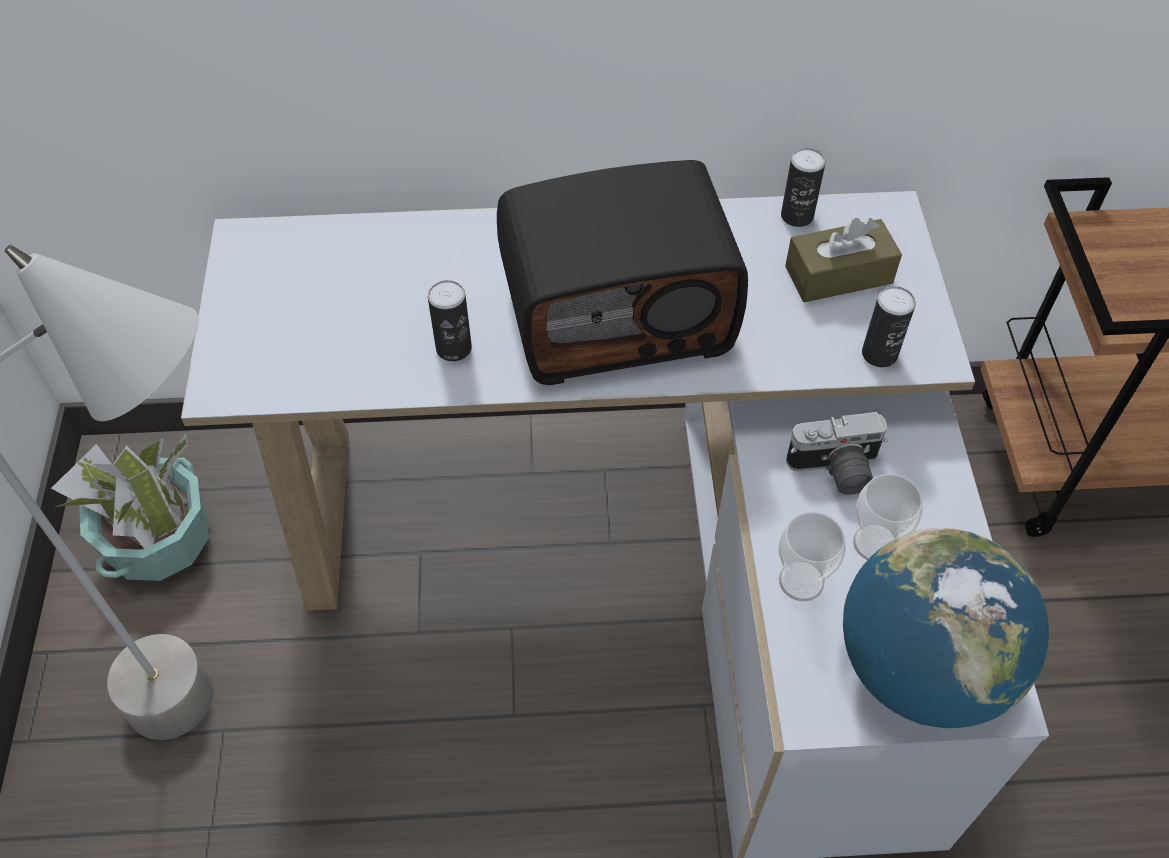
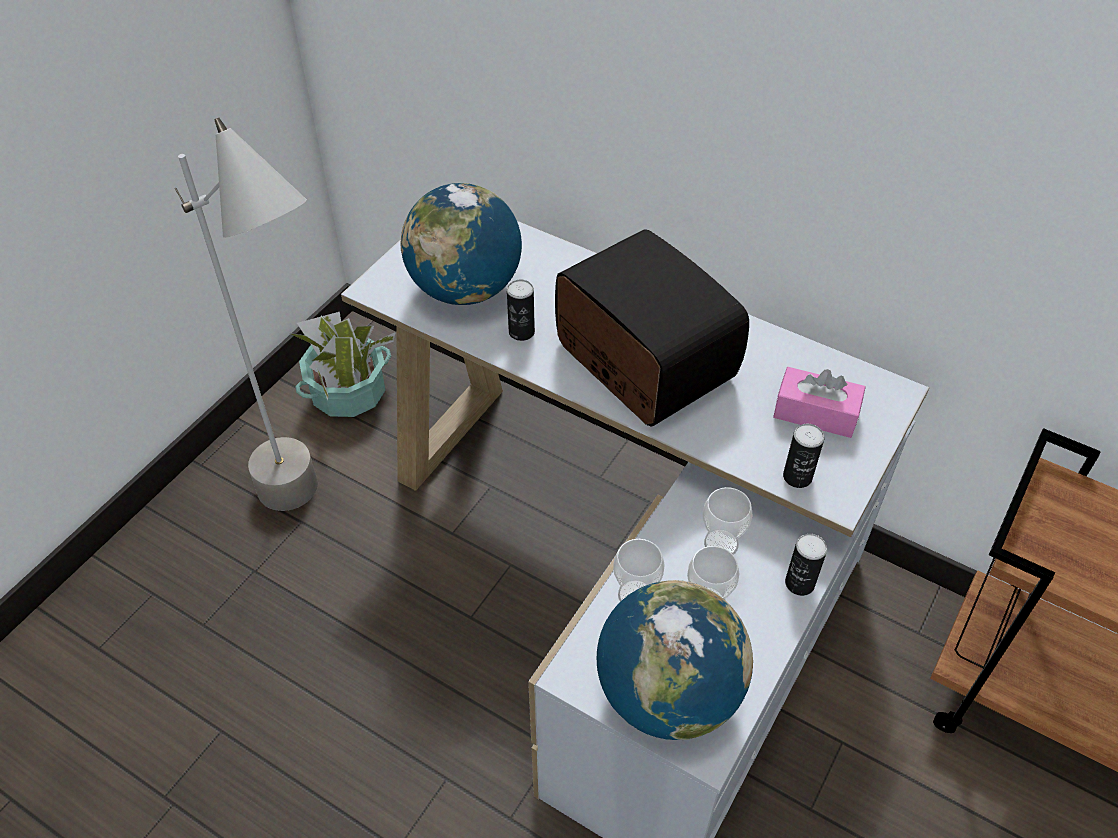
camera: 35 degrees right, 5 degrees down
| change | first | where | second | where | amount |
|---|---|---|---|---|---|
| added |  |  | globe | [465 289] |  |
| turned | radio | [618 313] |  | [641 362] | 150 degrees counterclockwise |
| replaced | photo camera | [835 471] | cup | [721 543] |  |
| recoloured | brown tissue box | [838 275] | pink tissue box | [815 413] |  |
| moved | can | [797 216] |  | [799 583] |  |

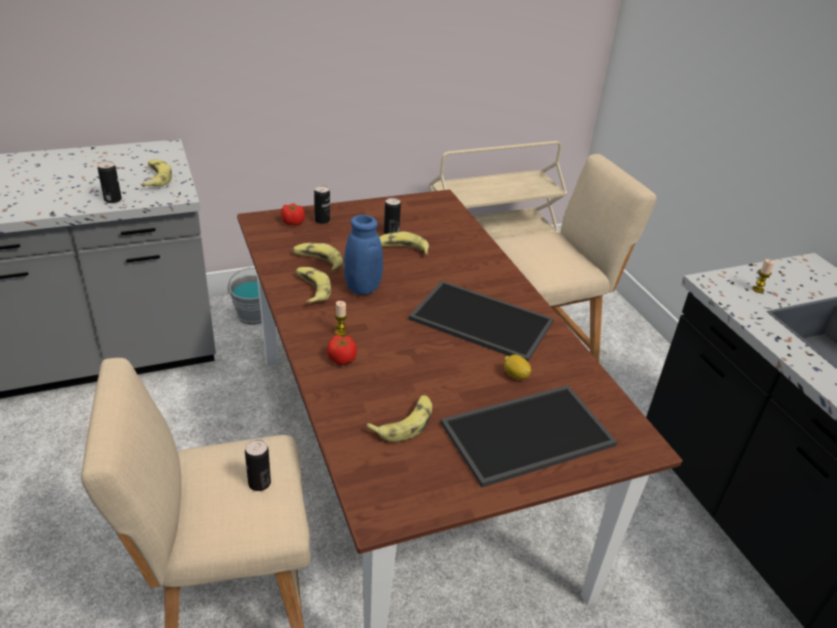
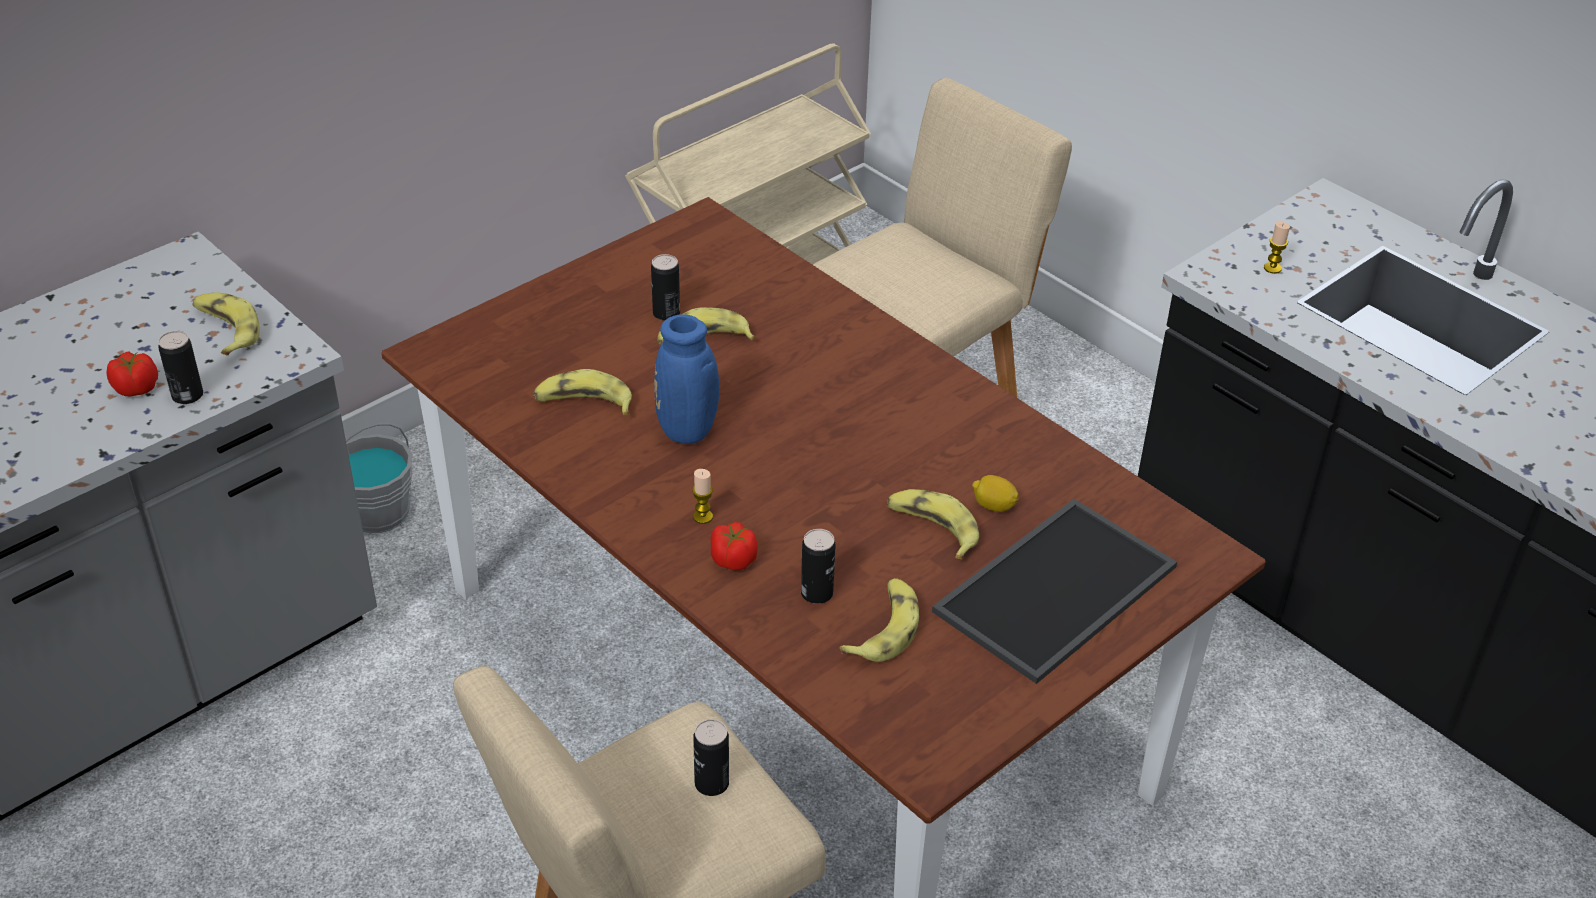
camera: 20 degrees left, 5 degrees up
| change | first | where | second | where | amount |
|---|---|---|---|---|---|
| moved | tomato | [293 222] |  | [136 388] |  |
| moved | can | [322 220] |  | [817 593] |  |
| moved | banana | [311 289] |  | [932 529] |  |
| removed | tray | [479 321] |  |  |  |

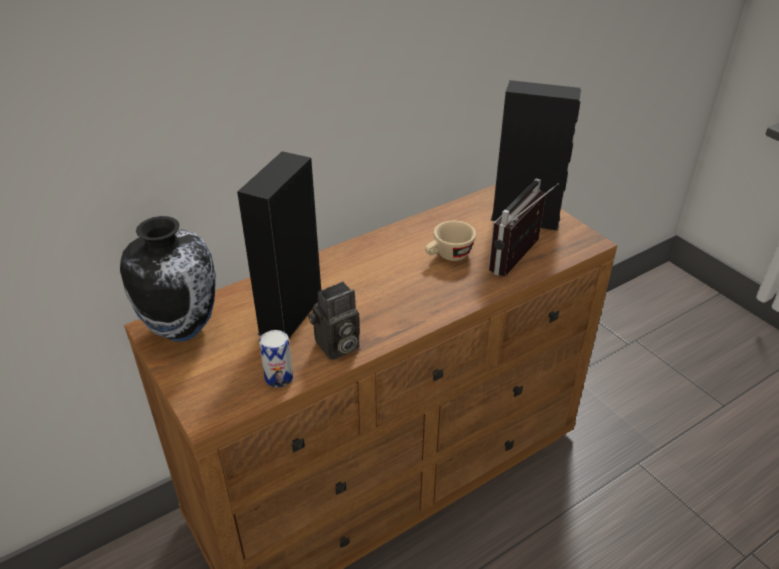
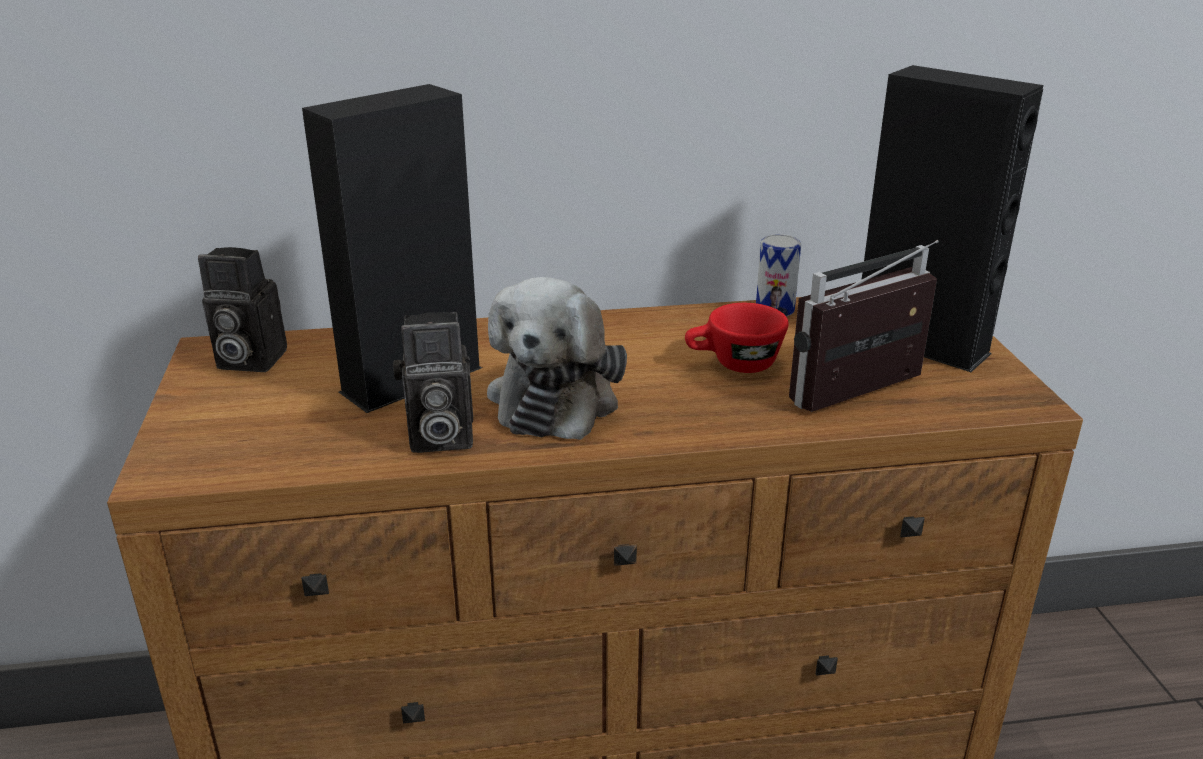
camera: 25 degrees right, 10 degrees down
| change | first | where | second | where | amount |
|---|---|---|---|---|---|
| replaced | vase | [183 329] | photo camera | [246 360] |  |
| added |  |  | plush toy | [557 397] |  |
| recoloured | beige cup | [448 256] | red cup | [733 364] |  |
| moved | can | [279 377] |  | [775 309] |  |

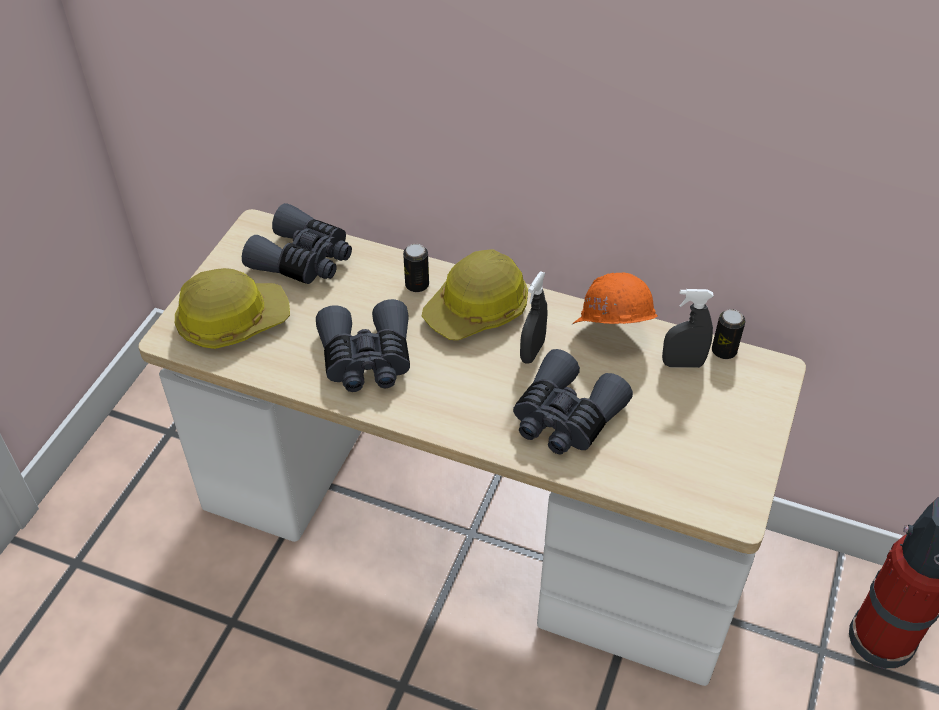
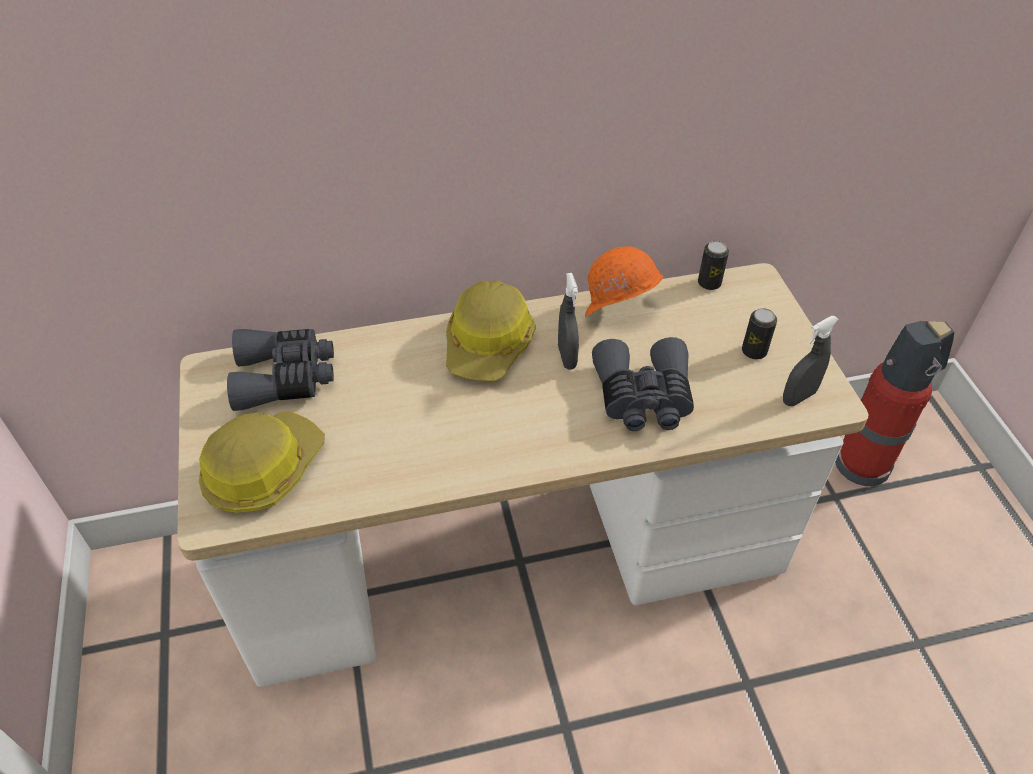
camera: 35 degrees left, 0 degrees up
| change | first | where | second | where | amount |
|---|---|---|---|---|---|
| moved | can | [417 285] |  | [754 351] |  |
| moved | grey spray bottle | [682 364] |  | [798 397] |  |
| removed | grey binoculars | [366 359] |  |  |  |

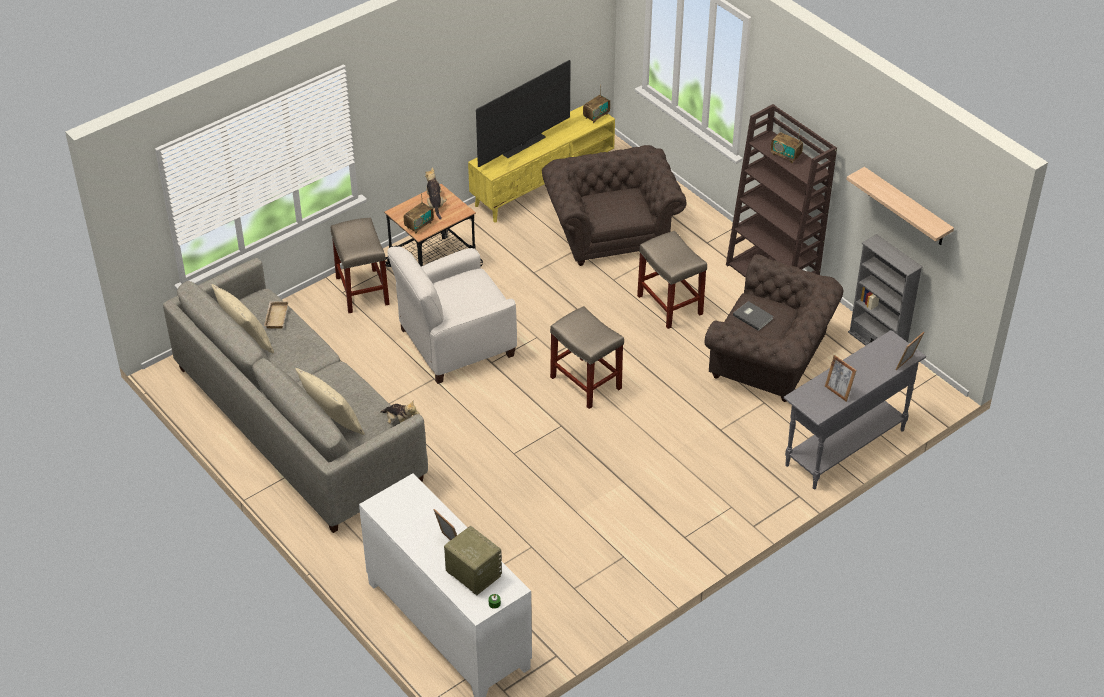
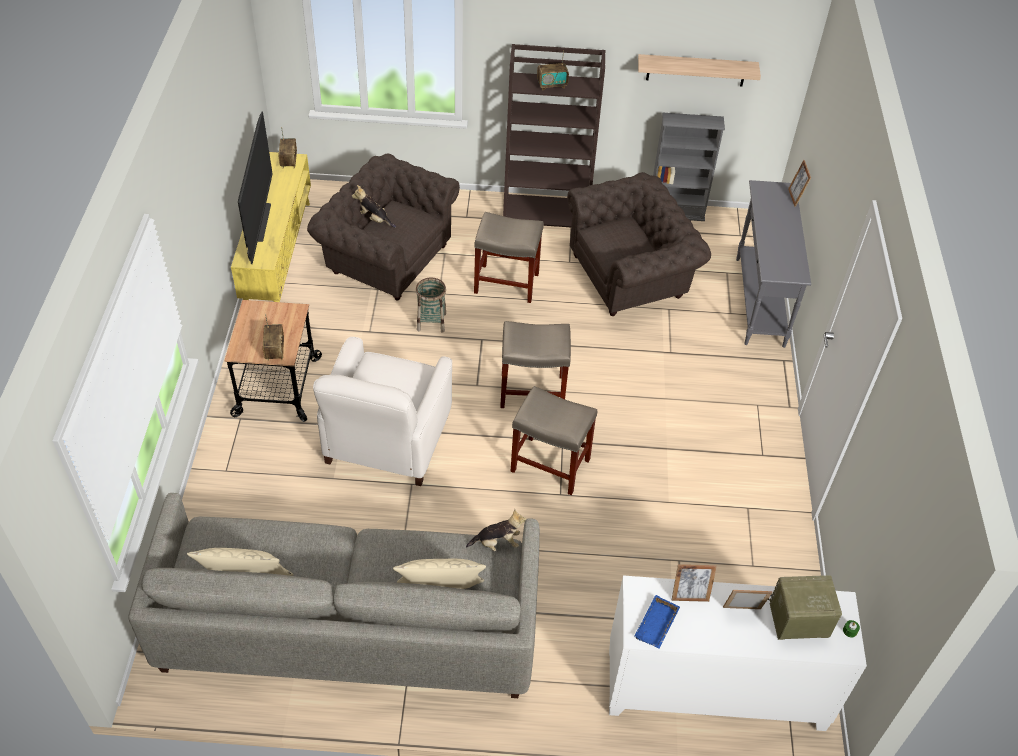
camera: 50 degrees left, 5 degrees up
| change | first | where | second | where | amount |
|---|---|---|---|---|---|
| moved | plush toy | [435 204] |  | [374 219] |  |
| added |  |  | basket | [431 321] |  |
| moved | beige stool | [362 290] |  | [549 465] |  |
| added |  |  | blue tray | [657 626] |  |
| moved | picture frame | [838 392] |  | [689 596] |  |
| removed | beige tray | [275 316] |  |  |  |
| removed | grey book | [753 316] |  |  |  |

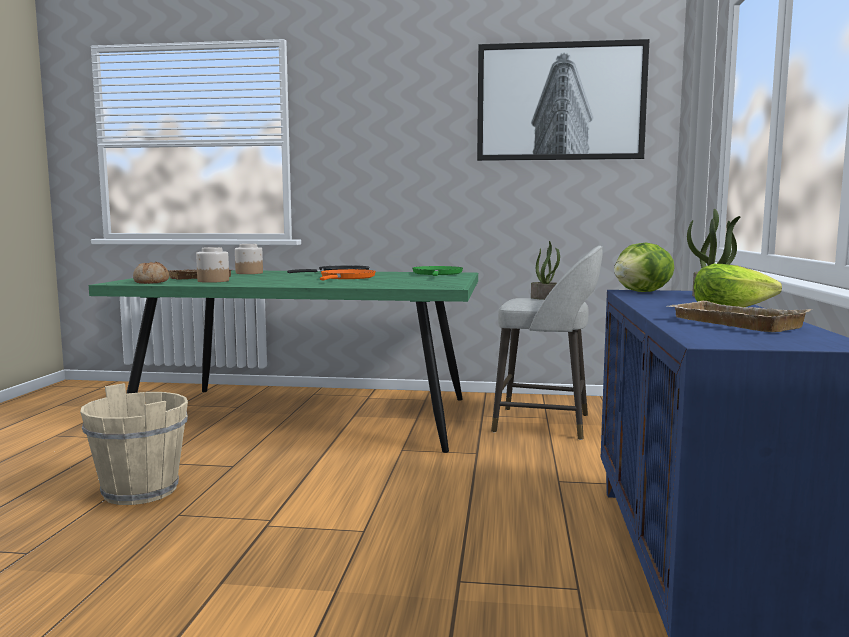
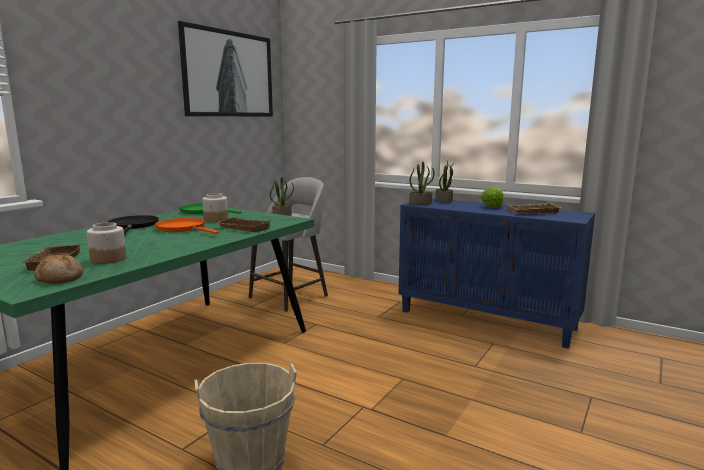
camera: 65 degrees left, 5 degrees up
| change | first | where | second | where | amount |
|---|---|---|---|---|---|
| moved | jar | [249 273] |  | [216 220] |  |
| added |  |  | brown tray | [242 228] |  |
| replaced | lettuce | [643 292] | potted plant | [420 203] |  |

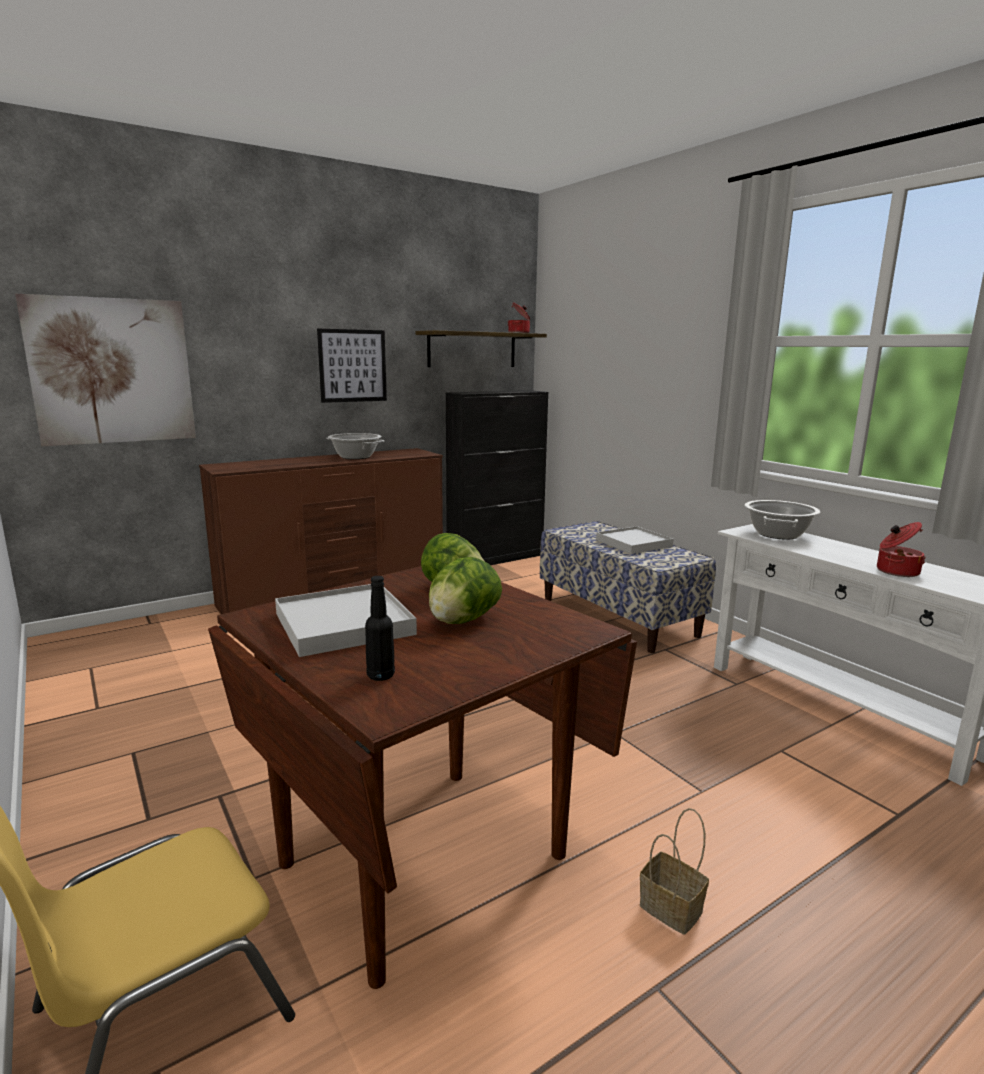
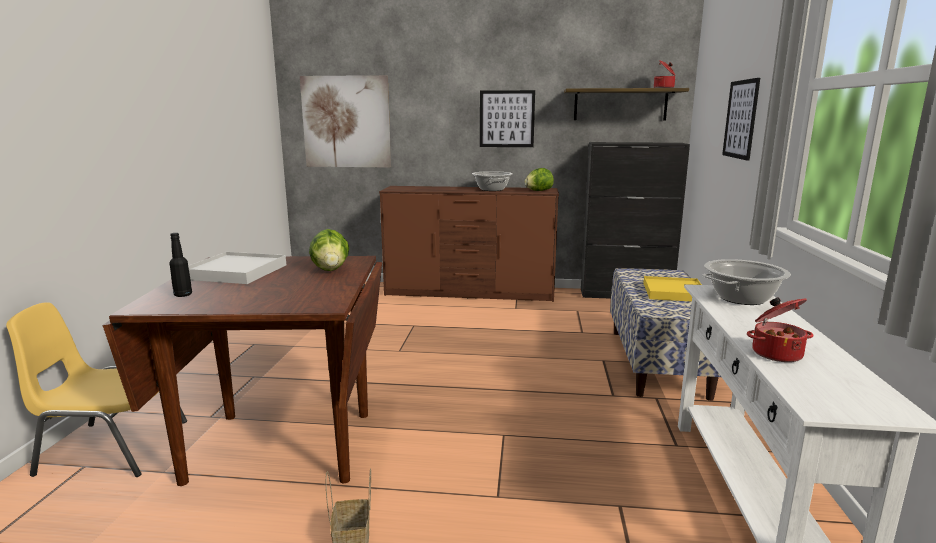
camera: 40 degrees right, 0 degrees up
| change | first | where | second | where | amount |
|---|---|---|---|---|---|
| moved | lettuce | [462 621] |  | [538 191] |  |
| recoloured | white tray | [634 543] | yellow tray | [674 292] |  |
| added |  |  | picture | [740 119] |  |

